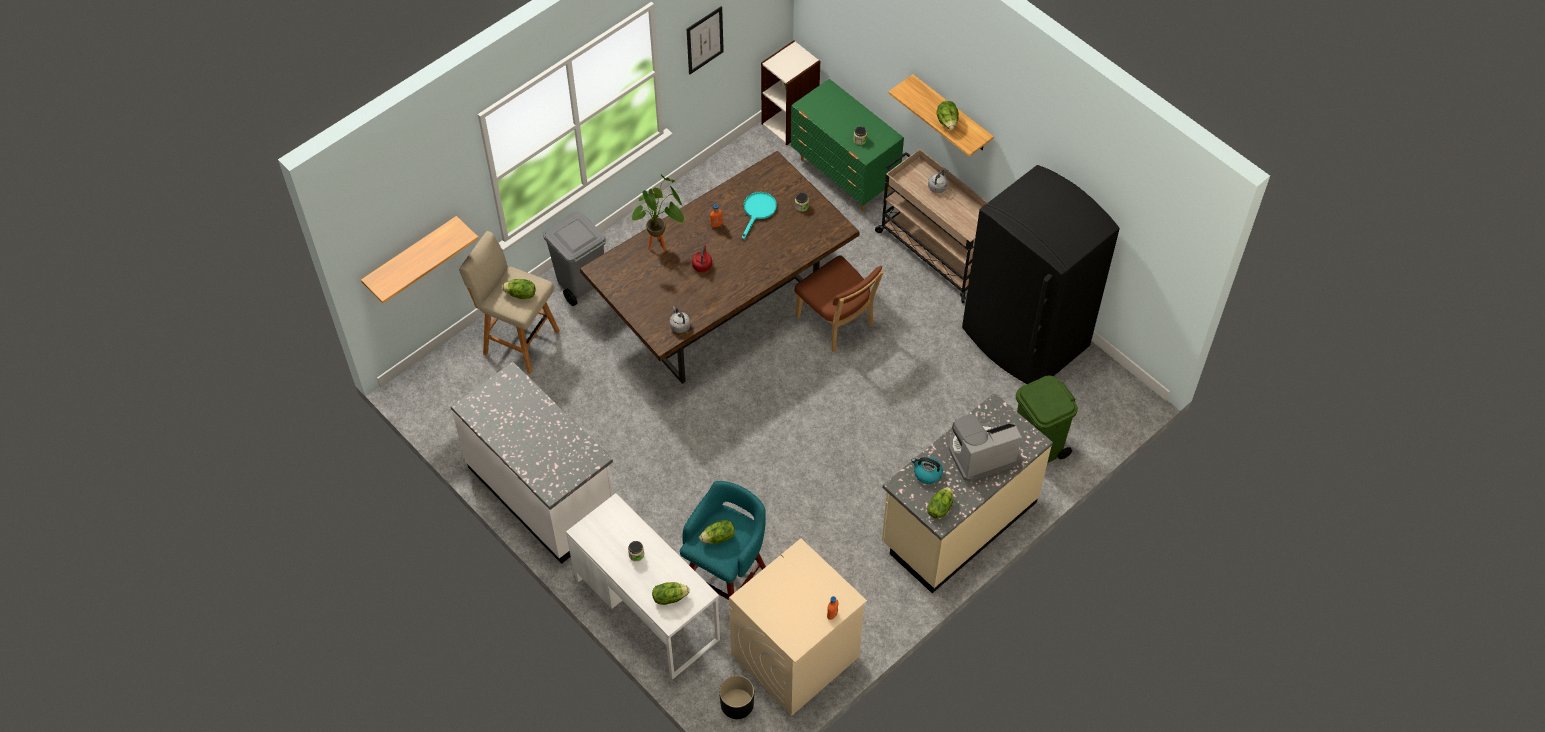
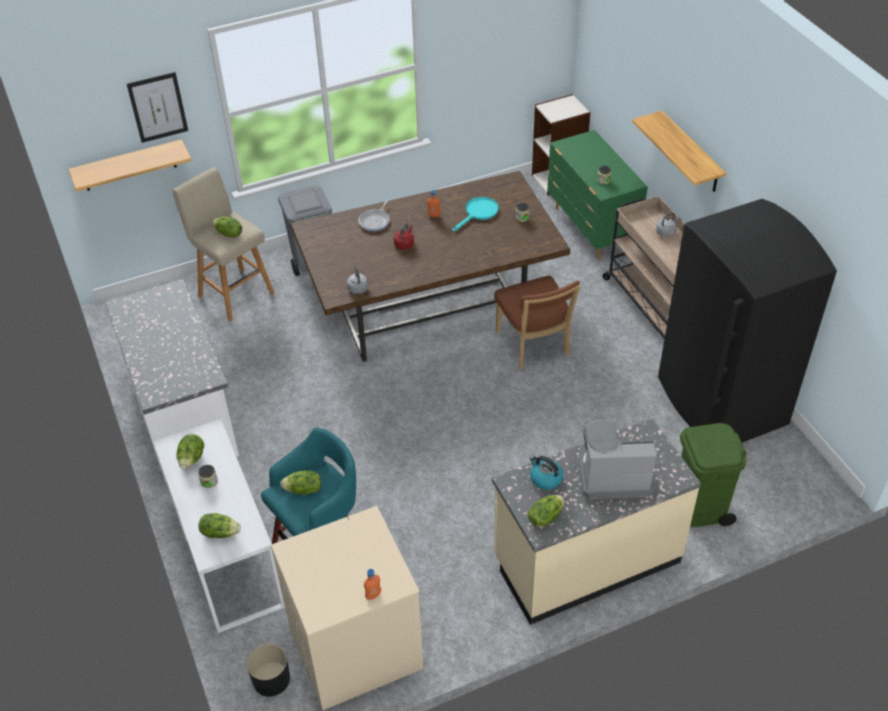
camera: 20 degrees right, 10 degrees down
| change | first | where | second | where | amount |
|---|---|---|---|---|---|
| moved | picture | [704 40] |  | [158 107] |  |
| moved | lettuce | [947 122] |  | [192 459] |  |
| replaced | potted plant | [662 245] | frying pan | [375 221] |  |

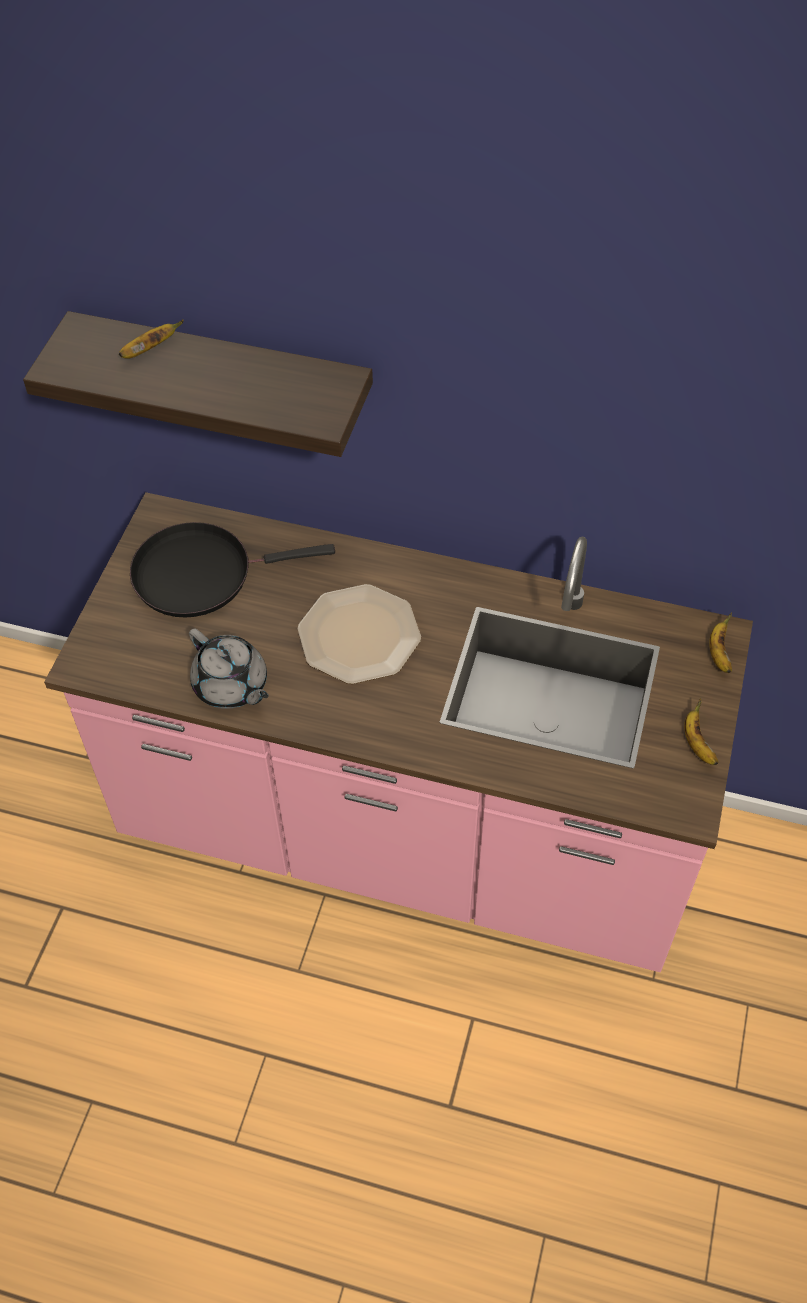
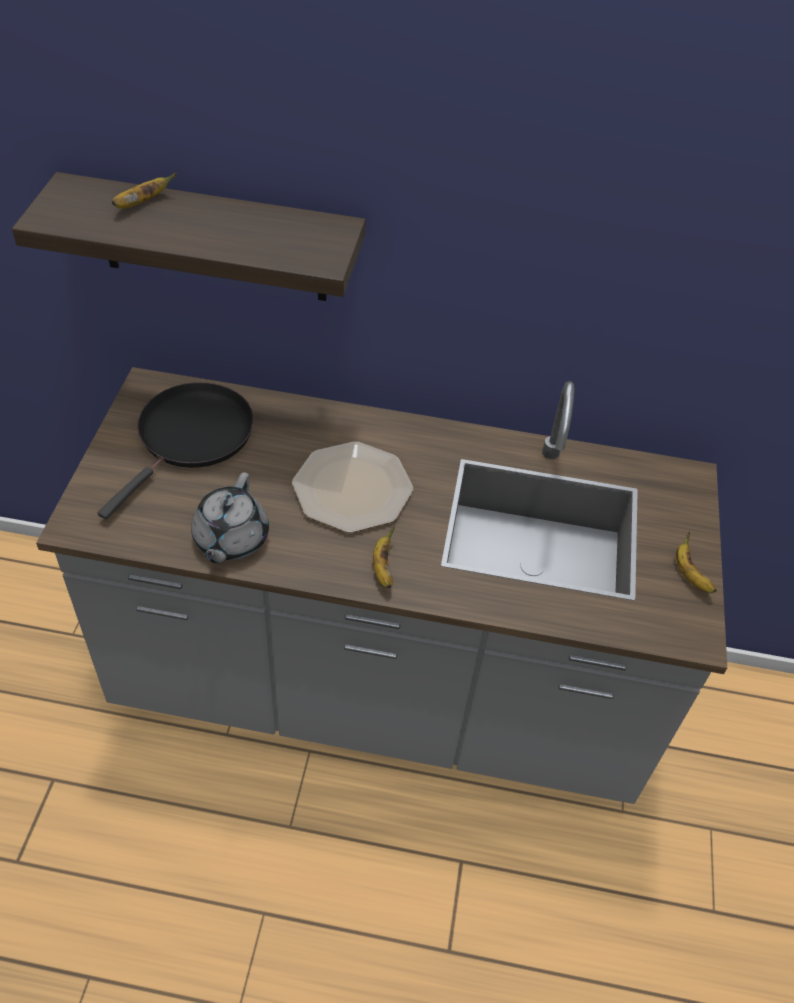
camera: 10 degrees left, 5 degrees down
| change | first | where | second | where | amount |
|---|---|---|---|---|---|
| recoloured | pink counter | [406 835] | grey counter | [380 691] |  |
| turned | black frying pan | [201 574] |  | [192 437] | 135 degrees clockwise |
| turned | grey teapot | [231 686] |  | [230 539] | 60 degrees clockwise |
| moved | banana | [718 653] |  | [382 568] |  |

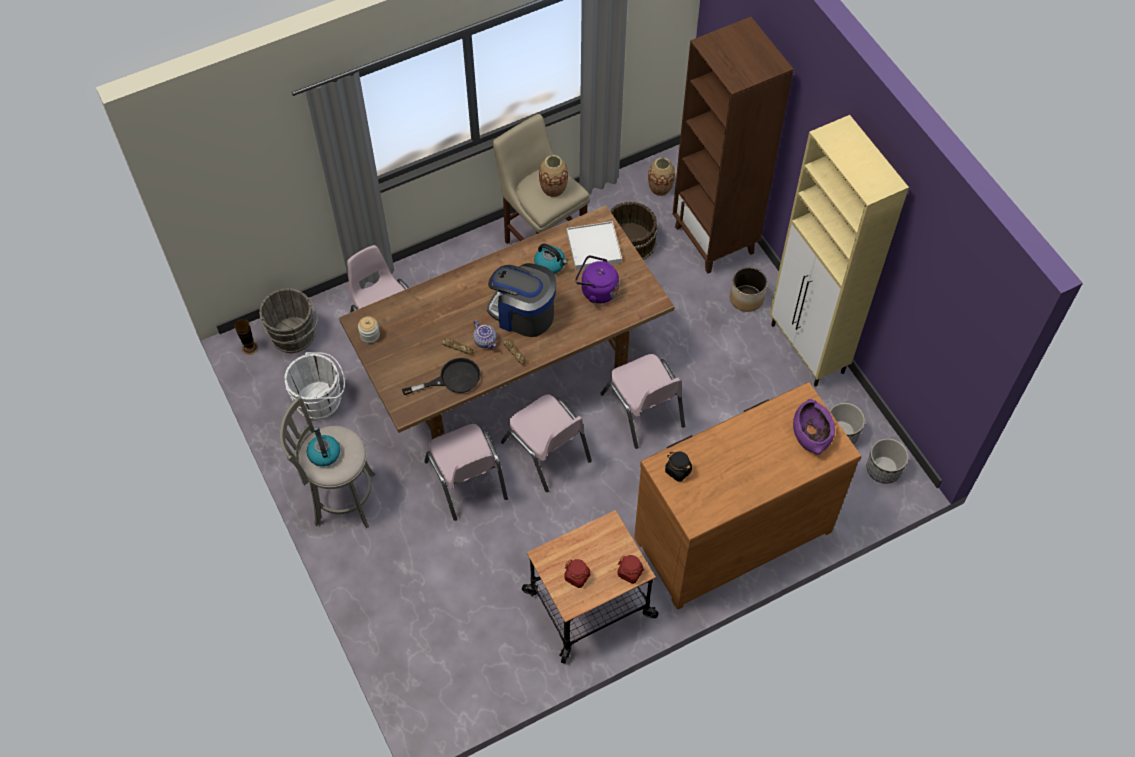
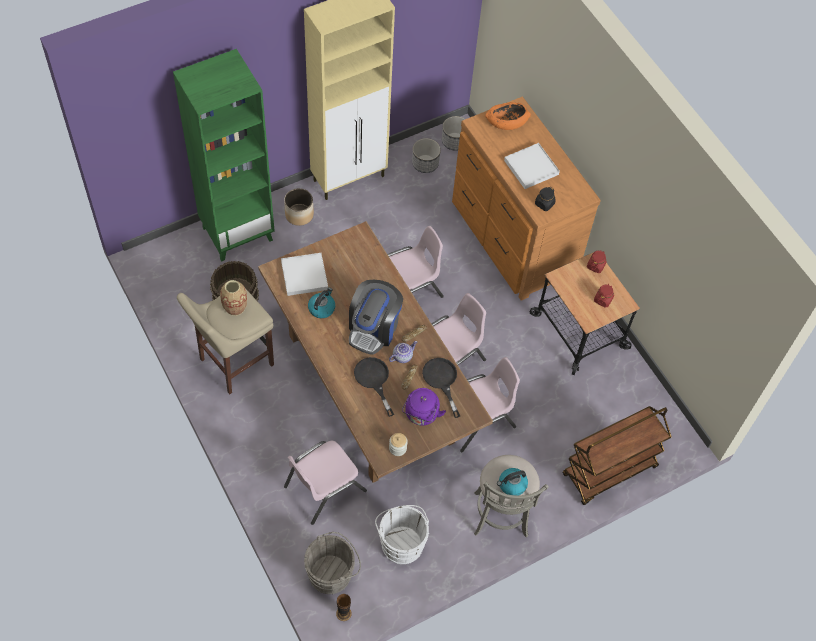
camera: 95 degrees left, 0 degrees up
| change | first | where | second | where | amount |
|---|---|---|---|---|---|
| recoloured | brown bookcase | [715 240] | green bookcase | [237 233] |  |
| added |  |  | black frying pan | [373 380] |  |
| moved | purple kettle | [596 291] |  | [421 415] |  |
| recoloured | purple bowl | [811 433] | orange bowl | [506 122] |  |
| added |  |  | white tray | [531 167] |  |
| added |  |  | brown cart | [609 472] |  |
| removed | vase | [660 188] |  |  |  |

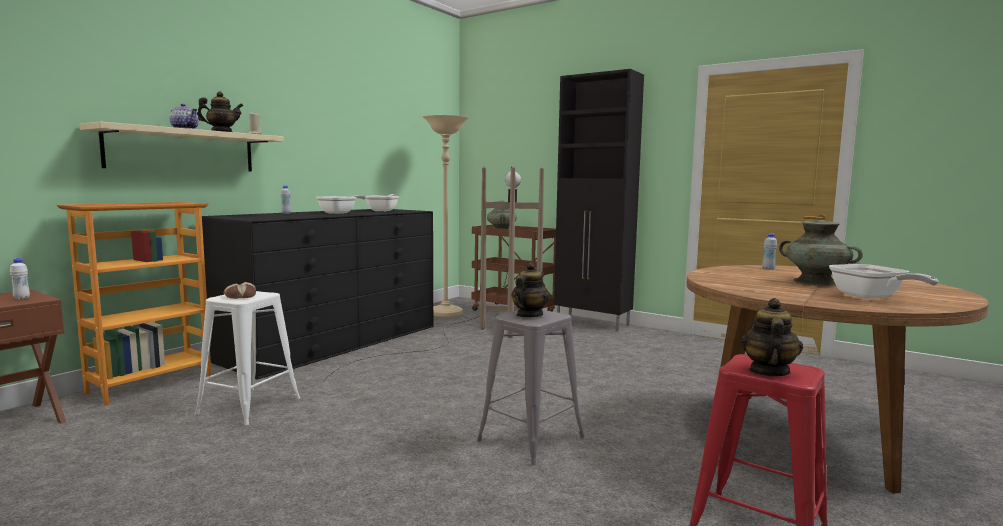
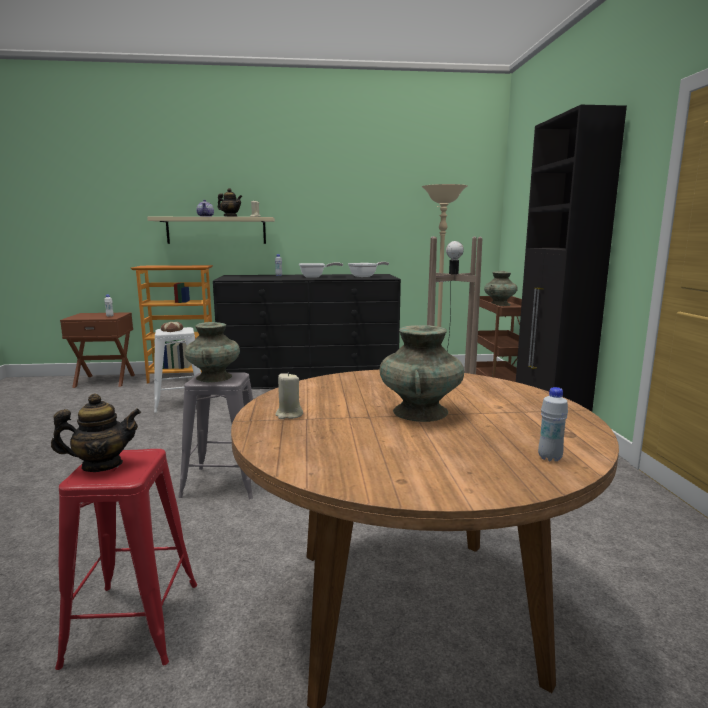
camera: 50 degrees right, 5 degrees up
| change | first | where | second | where | amount |
|---|---|---|---|---|---|
| replaced | teapot | [529 315] | turquoise vase | [214 377] |  |
| added |  |  | beige candle | [289 415] |  |
| moved | white bottle | [768 269] |  | [549 458] |  |
| removed | frying pan | [871 297] |  |  |  |

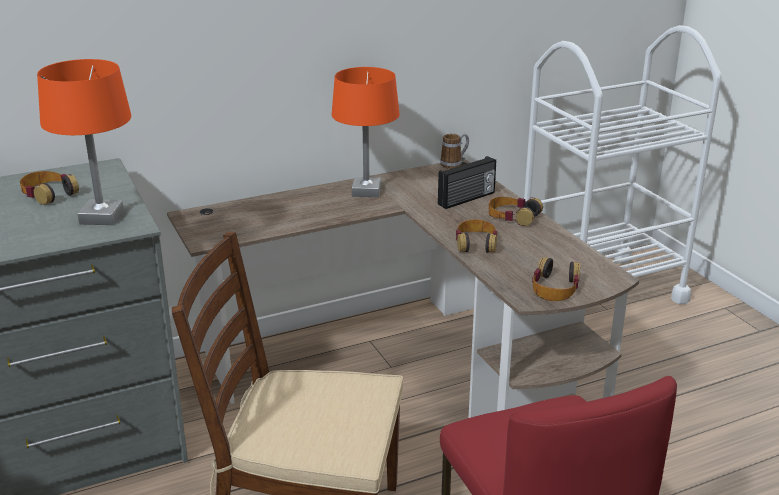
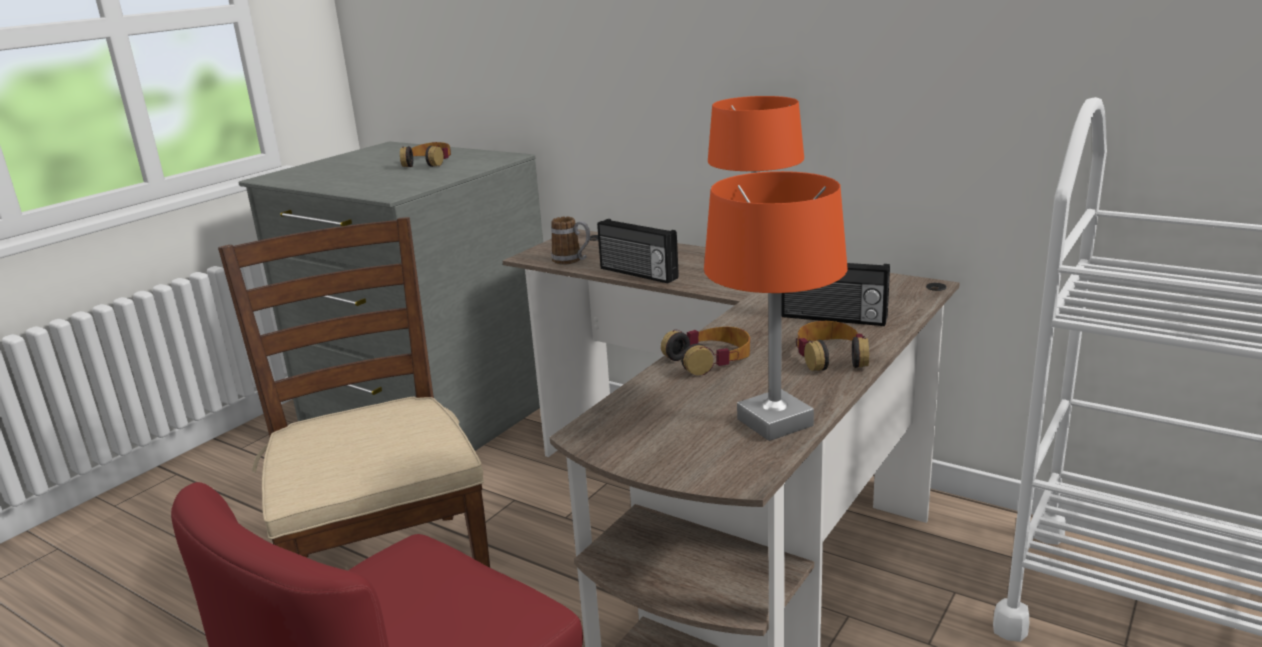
camera: 60 degrees right, 5 degrees down
| change | first | where | second | where | amount |
|---|---|---|---|---|---|
| moved | mug | [454 164] |  | [572 260] |  |
| added |  |  | radio | [637 274] |  |
| moved | orange table lamp | [102 217] |  | [775 422] |  |
| removed | headphones | [555 287] |  |  |  |

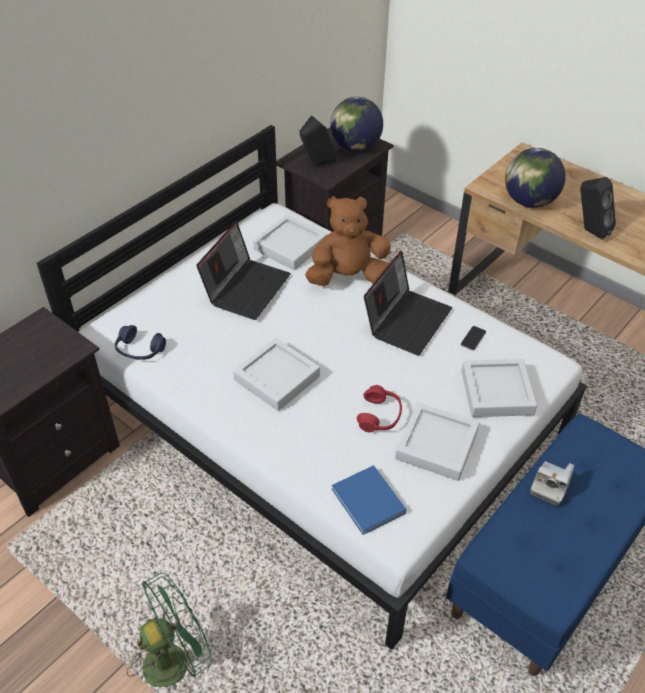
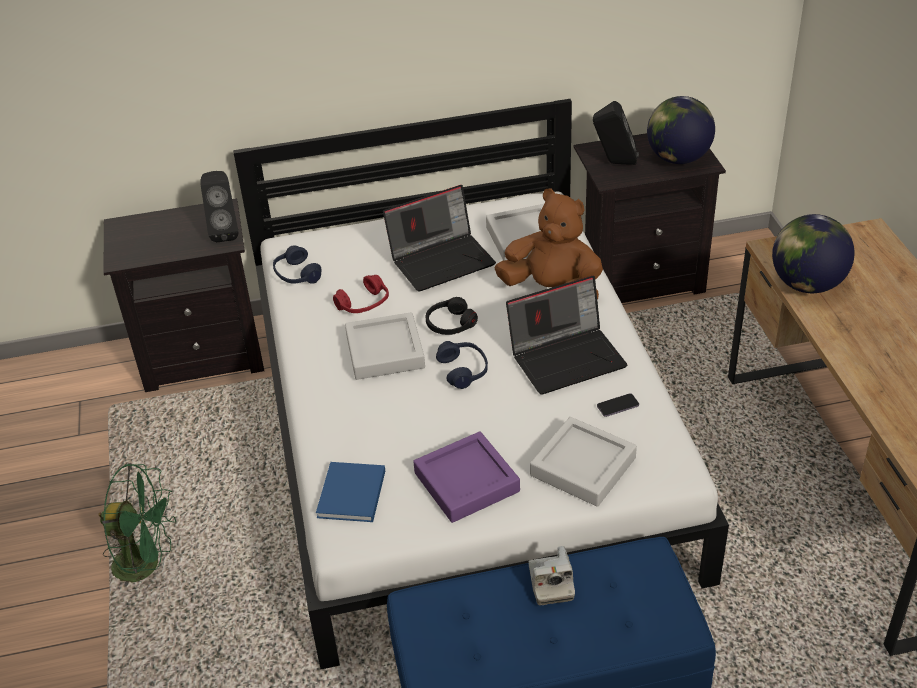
camera: 40 degrees right, 5 degrees down
| change | first | where | second | where | amount |
|---|---|---|---|---|---|
| moved | black speaker | [589 231] |  | [225 232] |  |
| moved | red headphones | [380 416] |  | [364 304] |  |
| recoloured | grey tray | [436 445] | purple tray | [466 482] |  |
| added |  |  | black headphones | [450 324] |  |
| added |  |  | blue headphones | [463 370] |  |
| turned | photo camera | [550 485] |  | [551 583] | 75 degrees counterclockwise |

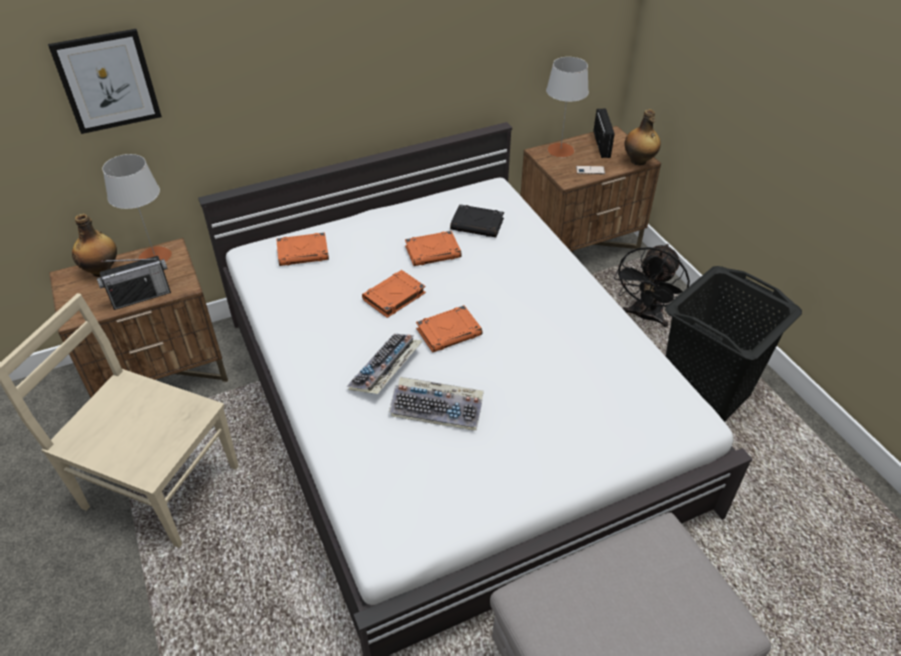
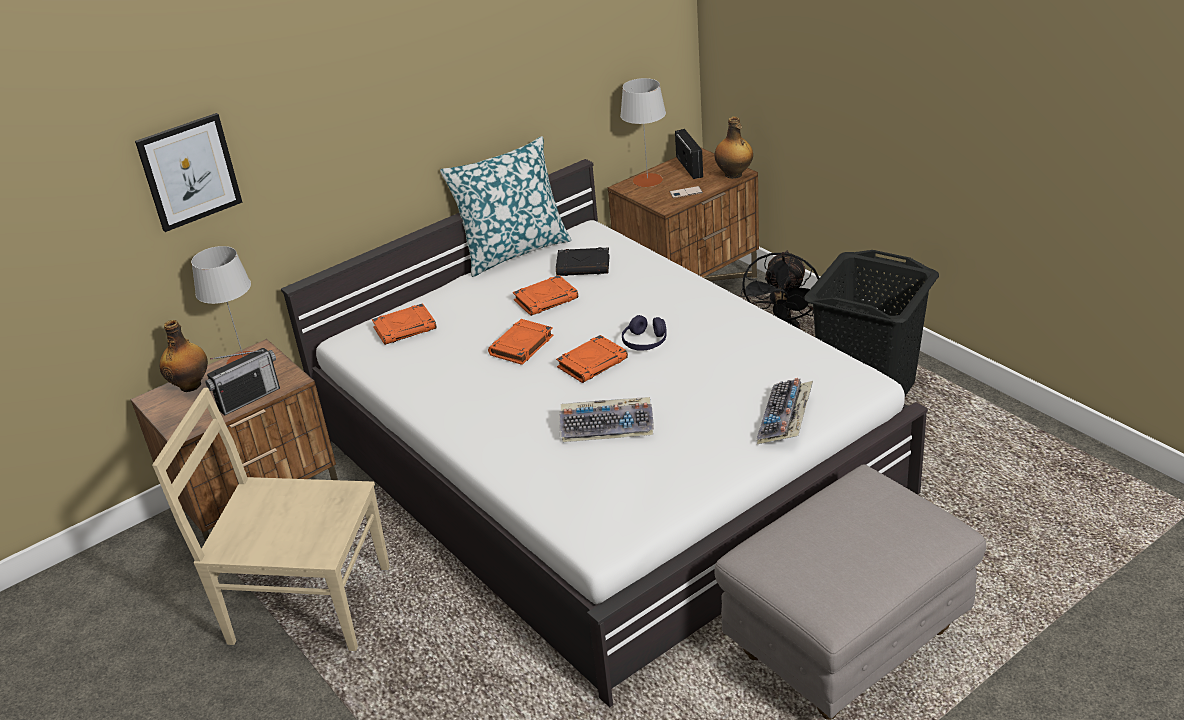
camera: 10 degrees left, 10 degrees down
| change | first | where | second | where | amount |
|---|---|---|---|---|---|
| added |  |  | pillow | [513 251] |  |
| added |  |  | purple headphones | [645 342] |  |
| moved | keyboard | [386 371] |  | [785 420] |  |

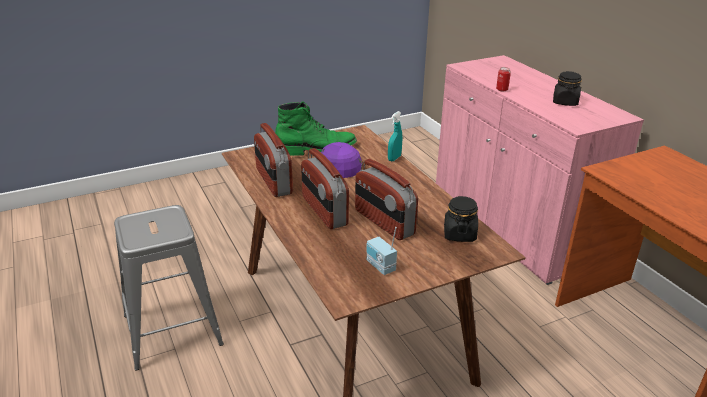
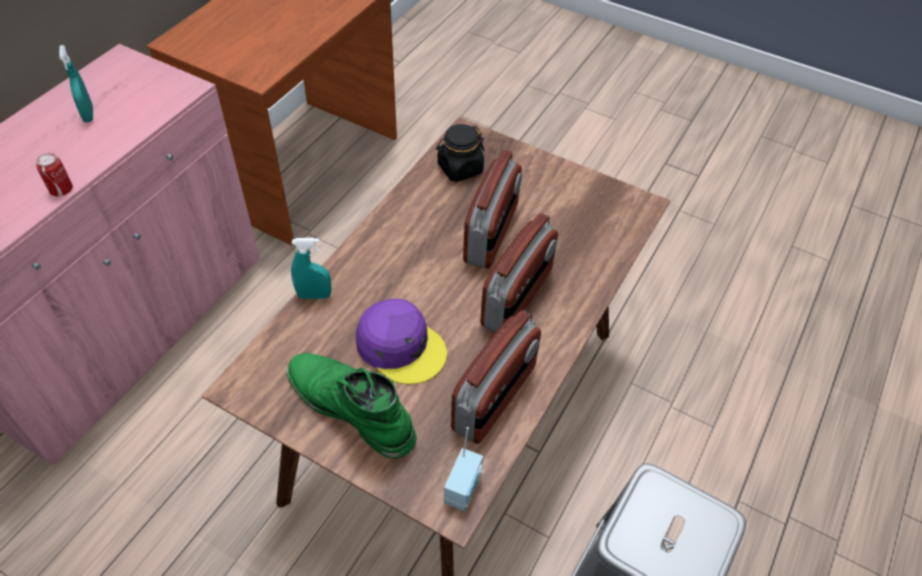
camera: 125 degrees left, 20 degrees up
| change | first | where | second | where | amount |
|---|---|---|---|---|---|
| replaced | black jar | [565 102] | turquoise spray bottle | [88 115] |  |
| moved | radio | [380 267] |  | [464 489] |  |

